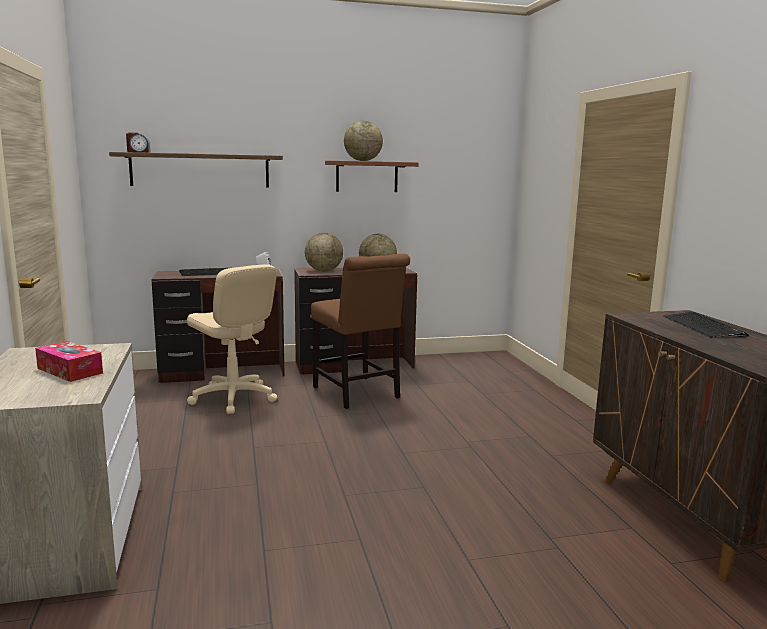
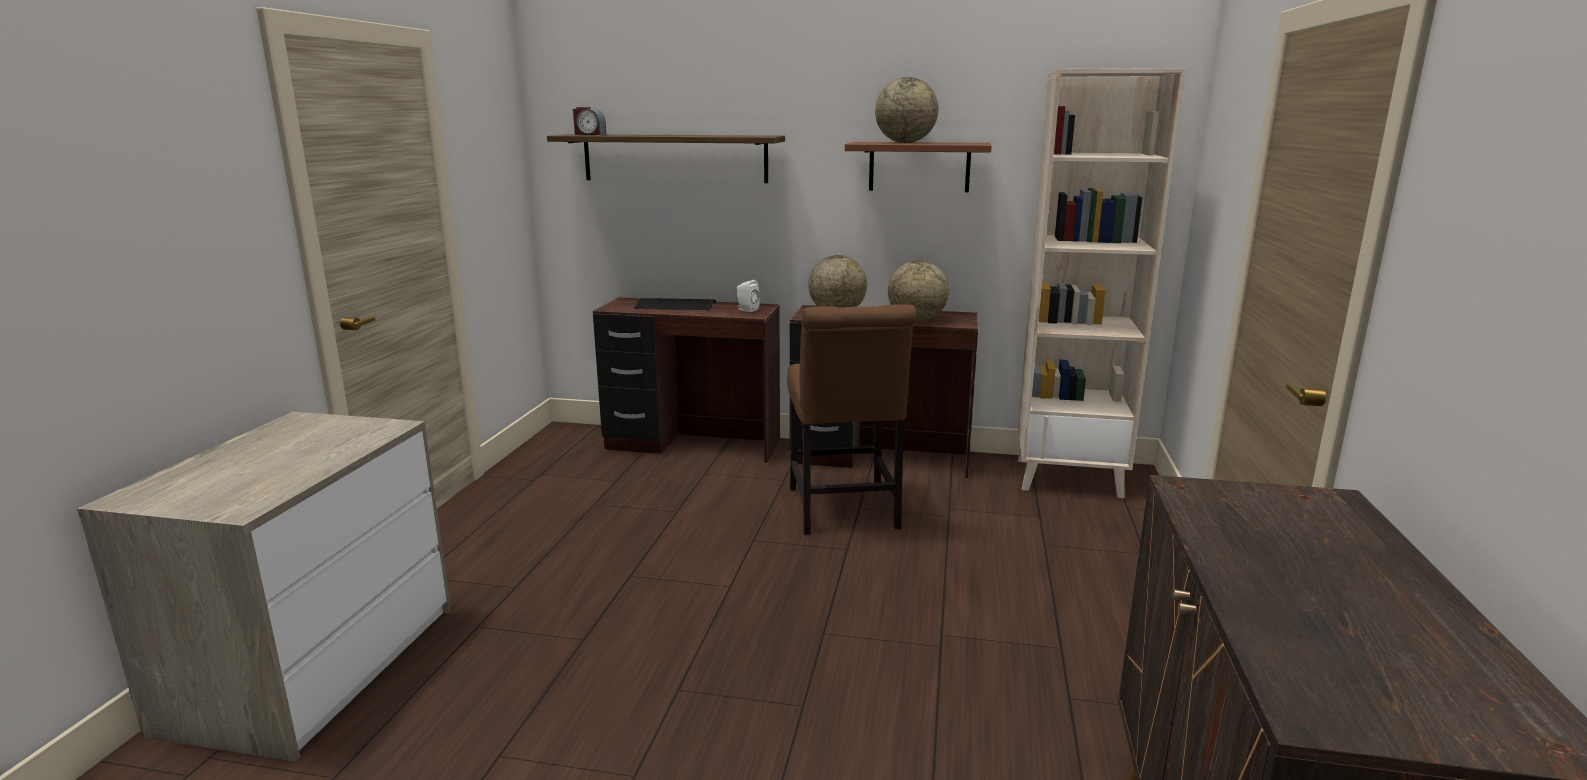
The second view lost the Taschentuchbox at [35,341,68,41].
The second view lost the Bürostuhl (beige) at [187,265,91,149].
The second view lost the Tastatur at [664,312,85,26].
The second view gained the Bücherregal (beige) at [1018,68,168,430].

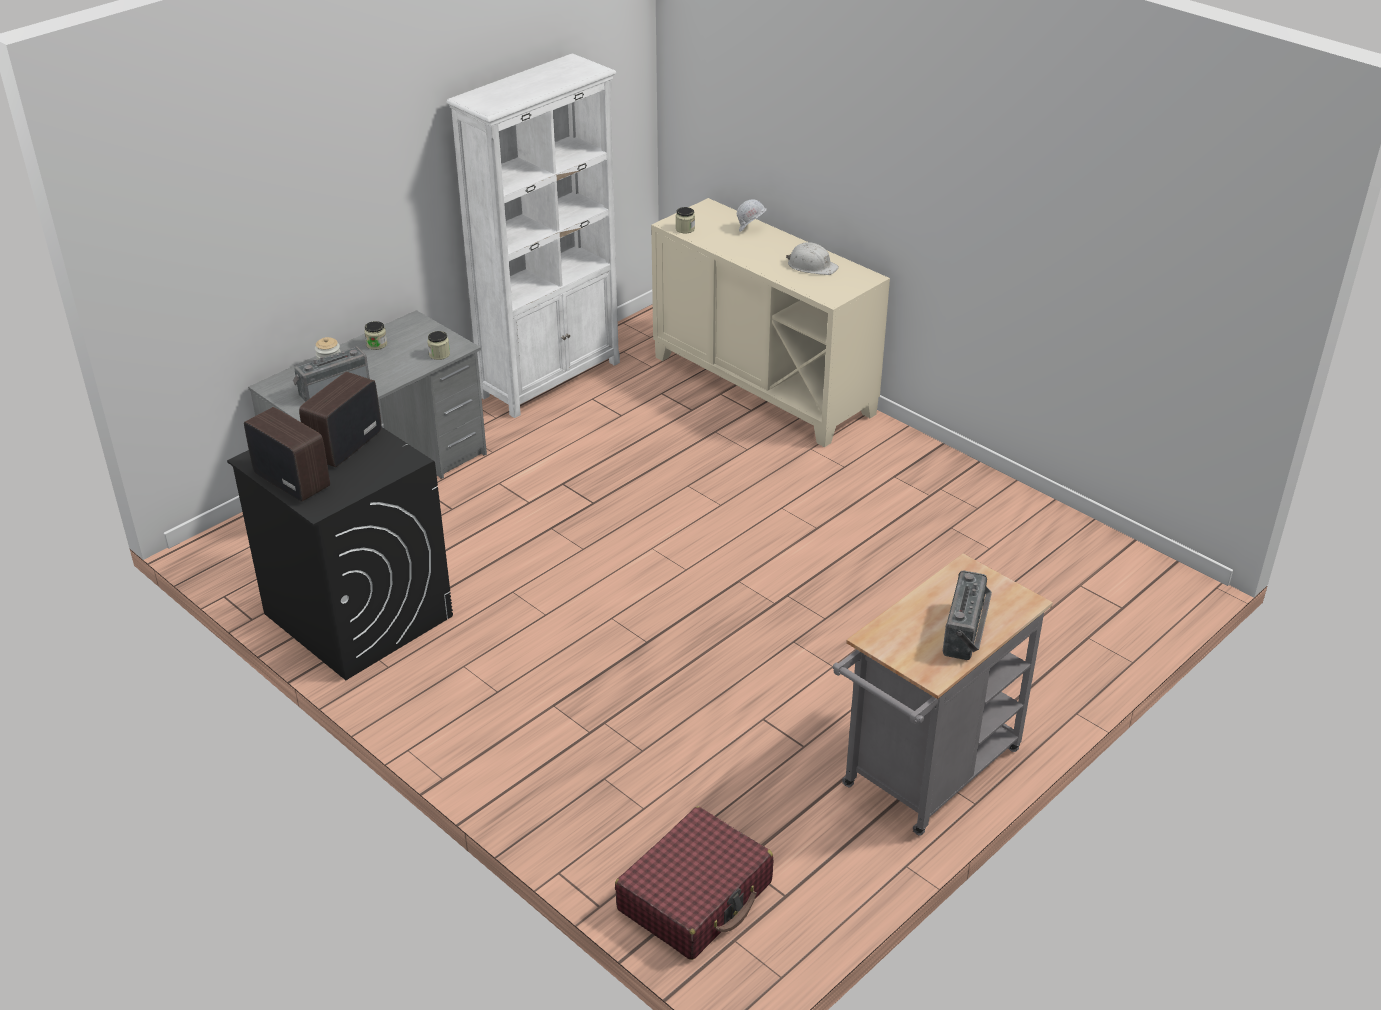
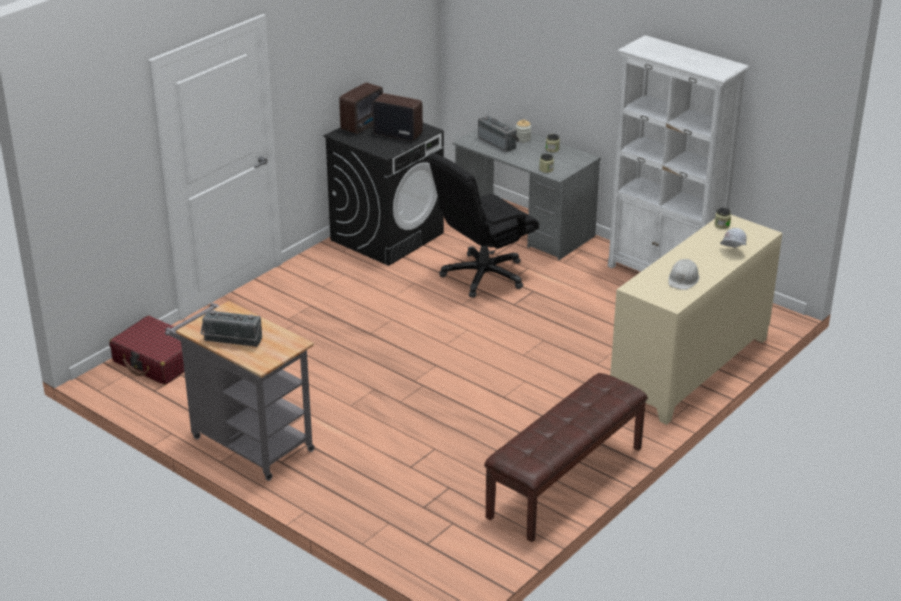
The second view gained the Bürostuhl (schwarz) at [429,153,110,145].
The second view gained the Bank (braun) at [484,373,164,169].

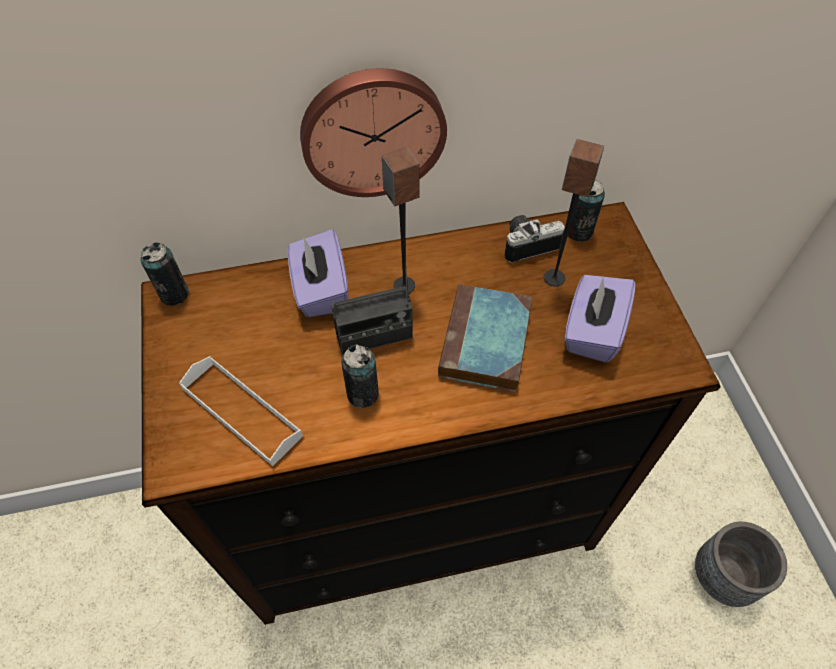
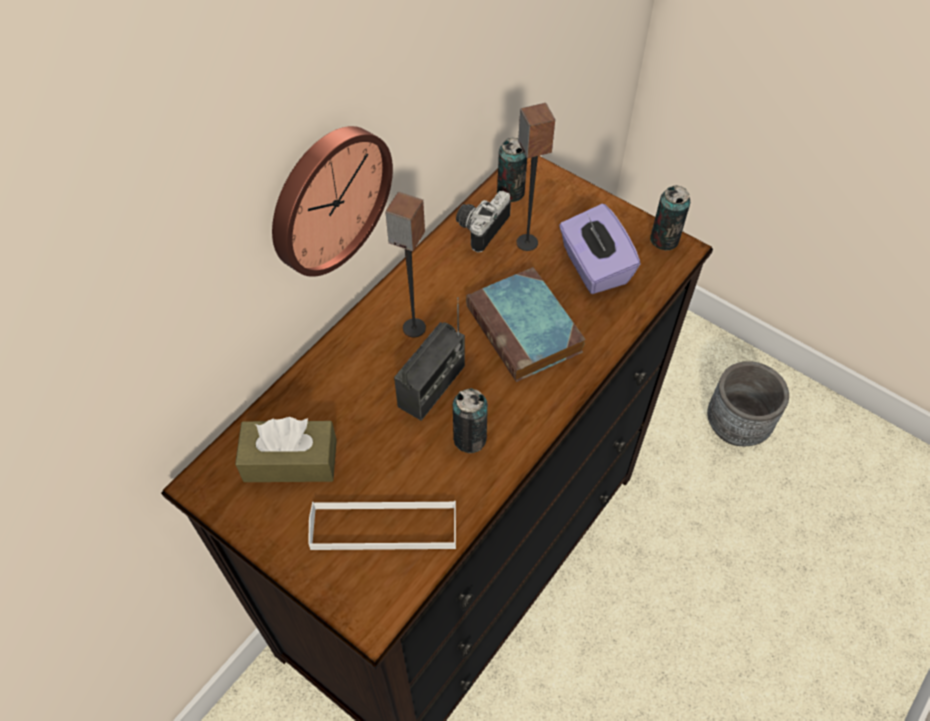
The Dose ended up elsewhere, having gone from [140,242,49,64] to [650,185,40,65].
The second view lost the Taschentuchbox (lila) at [288,229,61,88].
The second view gained the Taschentuchbox (braun) at [235,417,102,65].

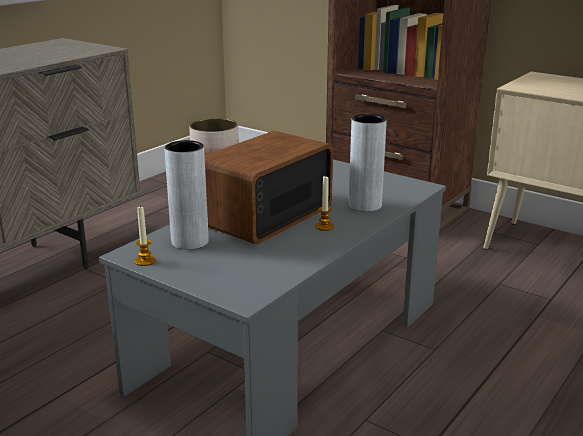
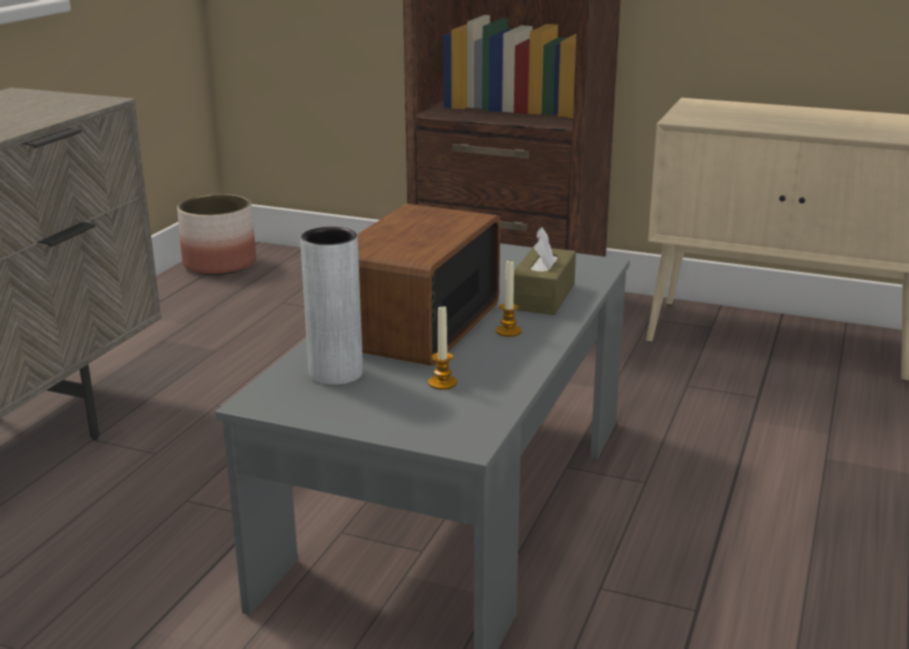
The Kerze ended up elsewhere, having gone from [135,206,21,60] to [428,307,29,83].
Where the Vase (grau) stood at [349,114,38,98], the Taschentuchbox (braun) came to stand at [513,227,63,88].

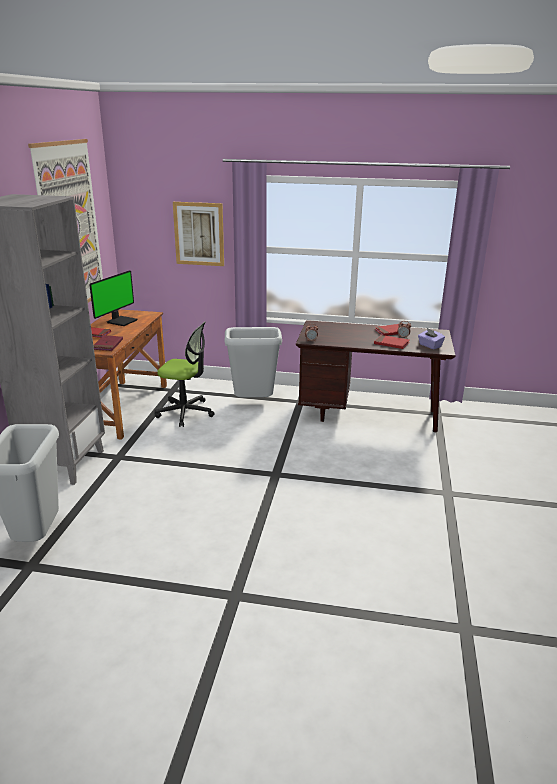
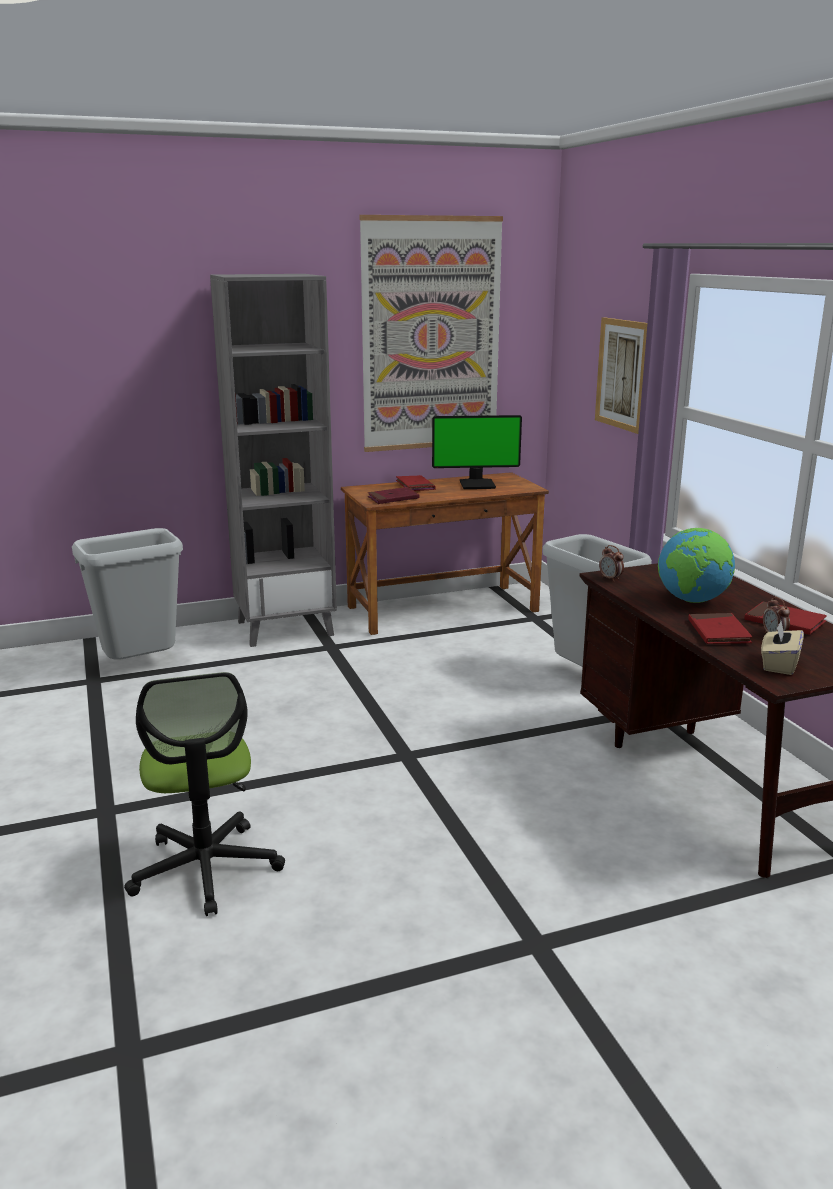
The Bürostuhl ended up elsewhere, having gone from [155,322,60,105] to [124,672,161,244].
What was the Taschentuchbox (lila) at [418,328,27,21] turned into the Taschentuchbox (beige) at [761,621,43,54].
The second view gained the Globus at [658,528,77,75].

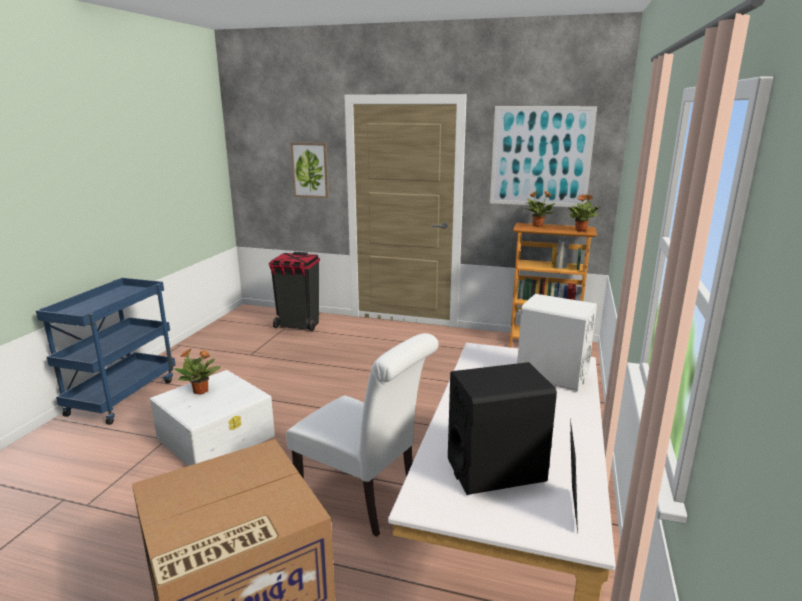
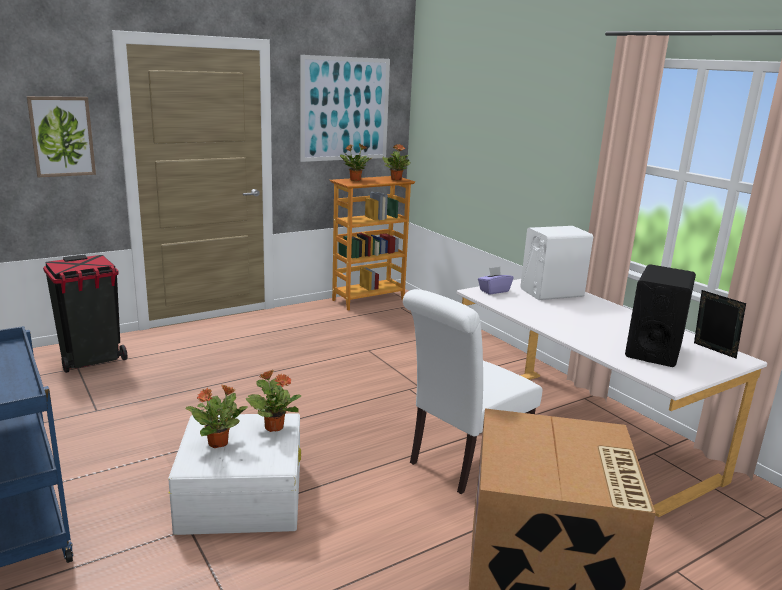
The Stuhl (weiß) at [286,333,153,204] ended up facing another way, 150 degrees clockwise from before.
The second view gained the Topfpflanze at [246,370,55,62].
The second view gained the Taschentuchbox (lila) at [478,267,35,27].

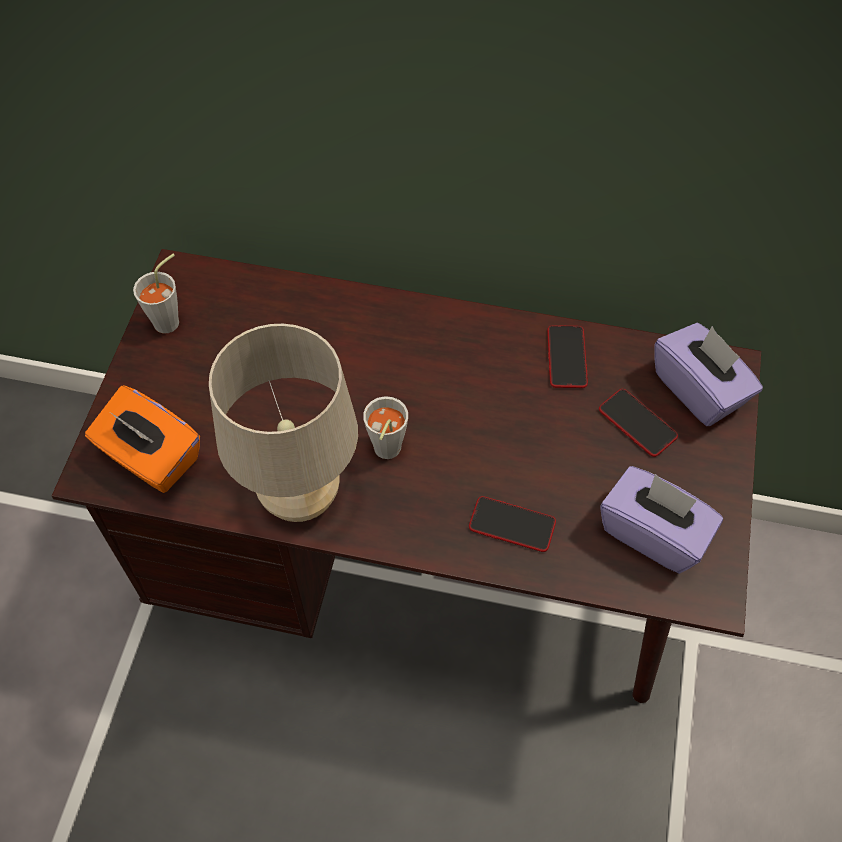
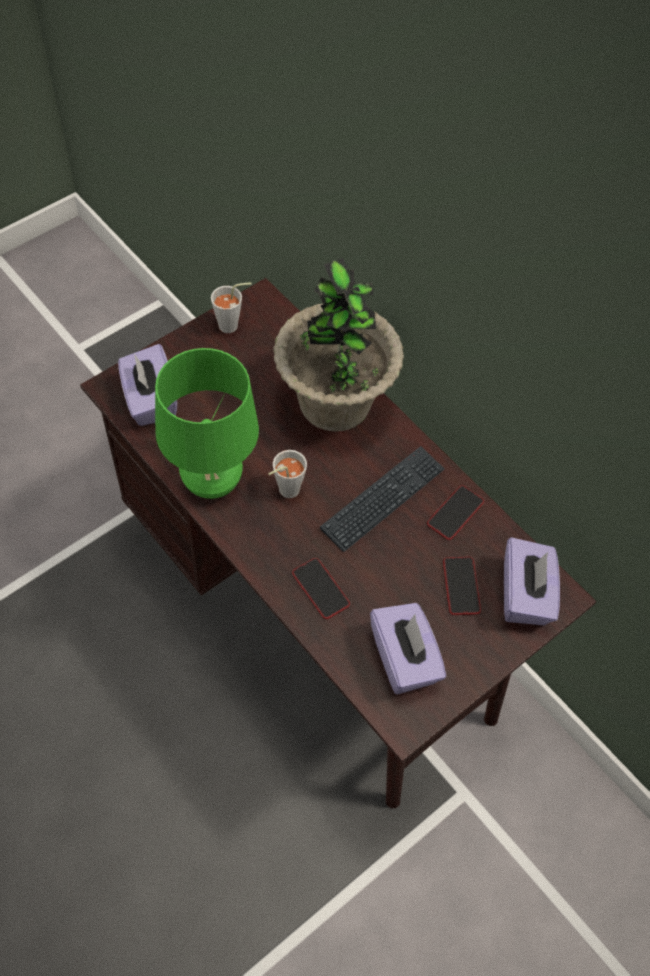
What was the Taschentuchbox (orange) at [85,385,115,108] turned into the Taschentuchbox (lila) at [118,344,59,82].
What was the Tischlampe (beige) at [209,324,149,198] turned into the Tischlampe (grün) at [155,348,104,151].
The second view gained the Topfpflanze at [273,258,131,174].
The second view gained the Tastatur at [320,446,125,106].

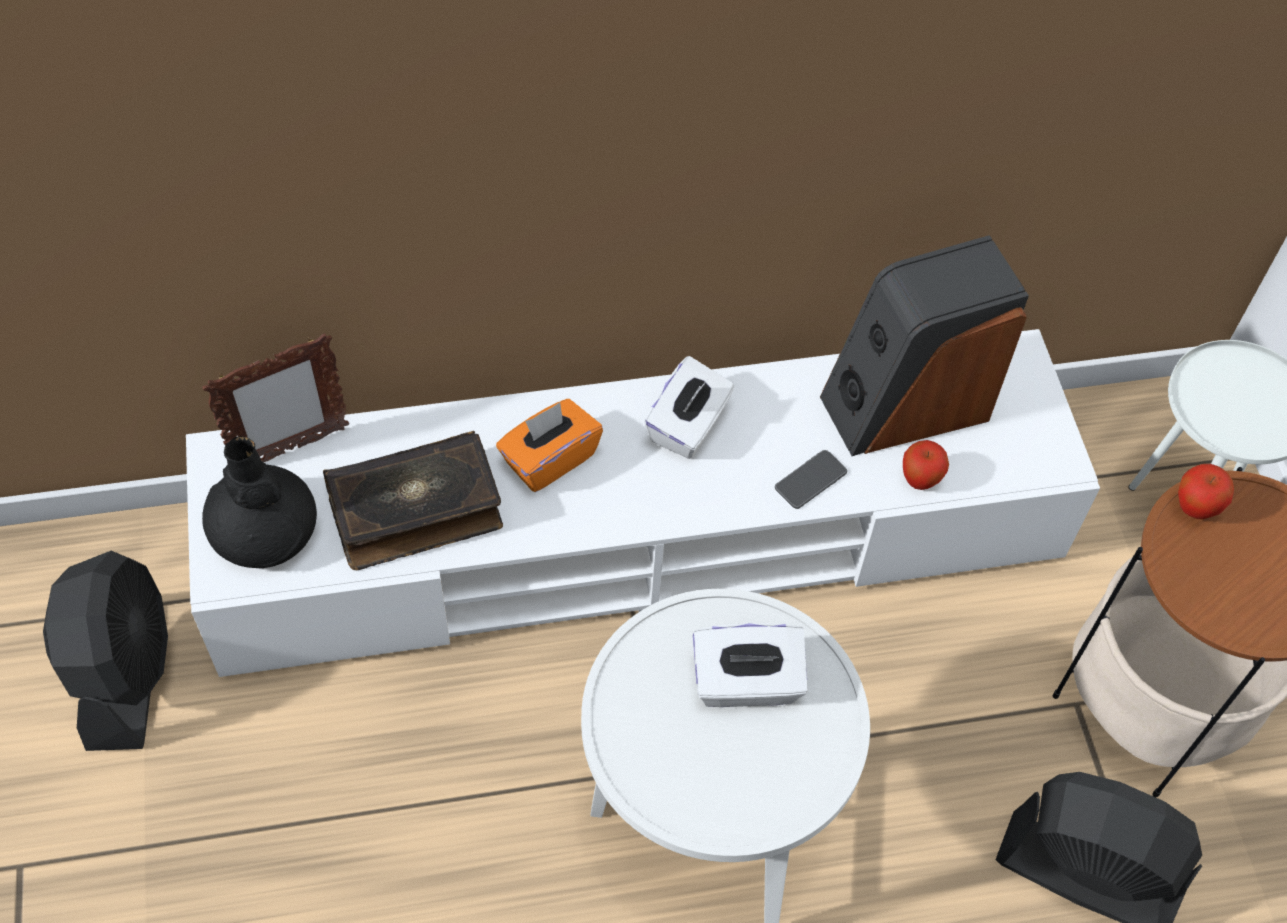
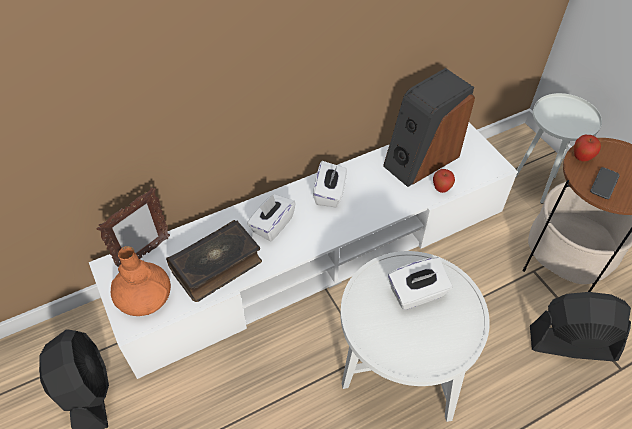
What was the Vase (schwarz) at [202,436,115,132] turned into the Vase (orange) at [111,246,60,70].
What was the Taschentuchbox (orange) at [496,399,107,93] turned into the Taschentuchbox (weiß) at [247,194,49,48].
The Handy ended up elsewhere, having gone from [775,450,72,59] to [590,167,30,32].

